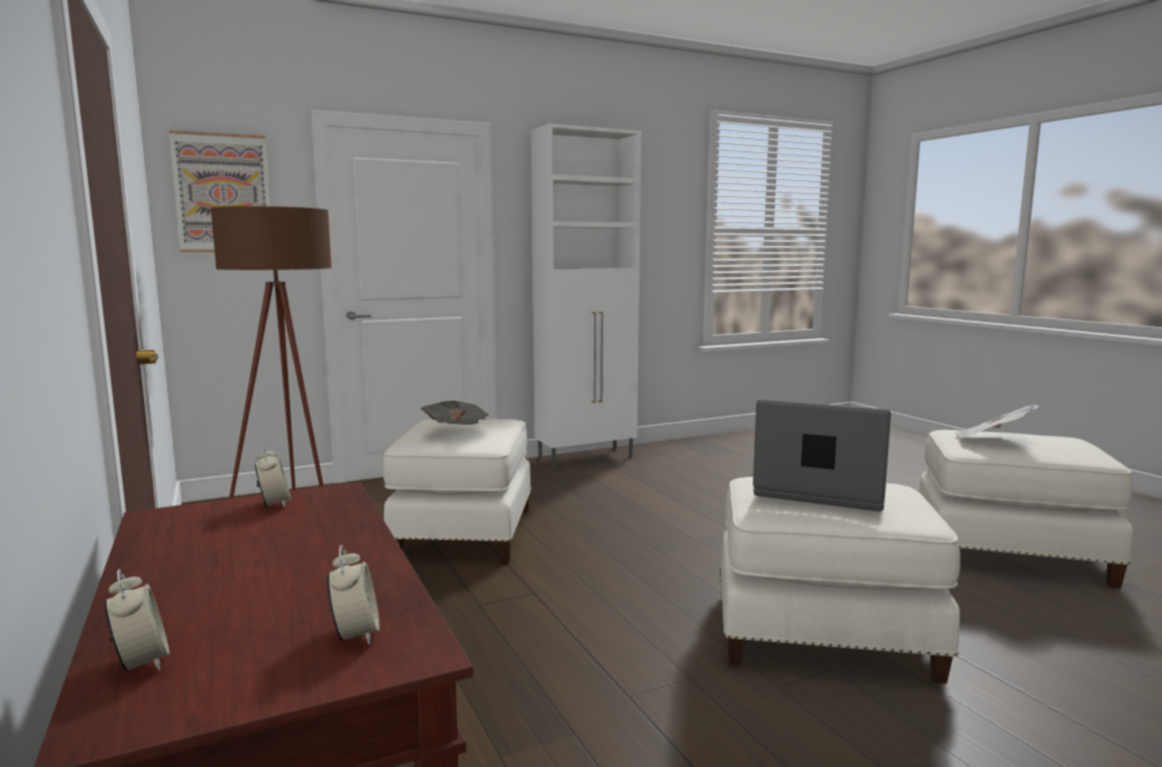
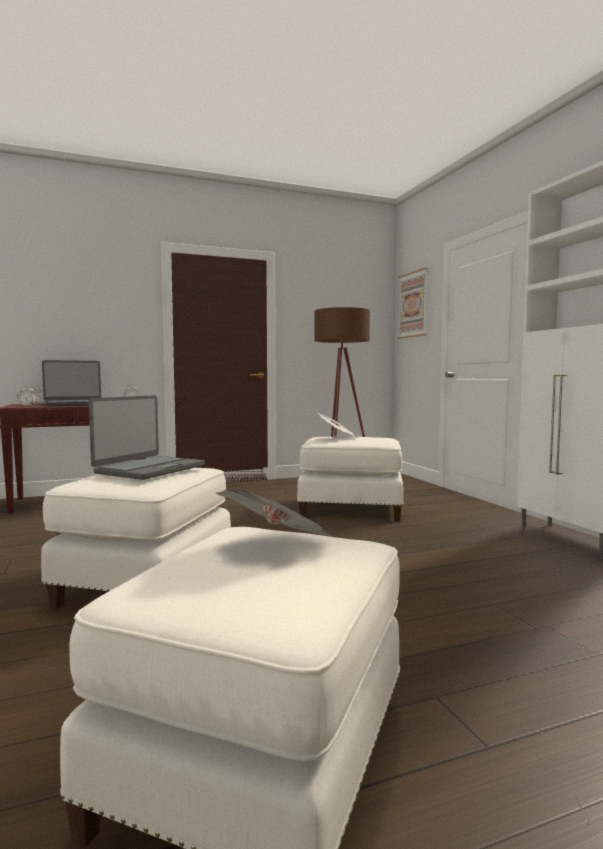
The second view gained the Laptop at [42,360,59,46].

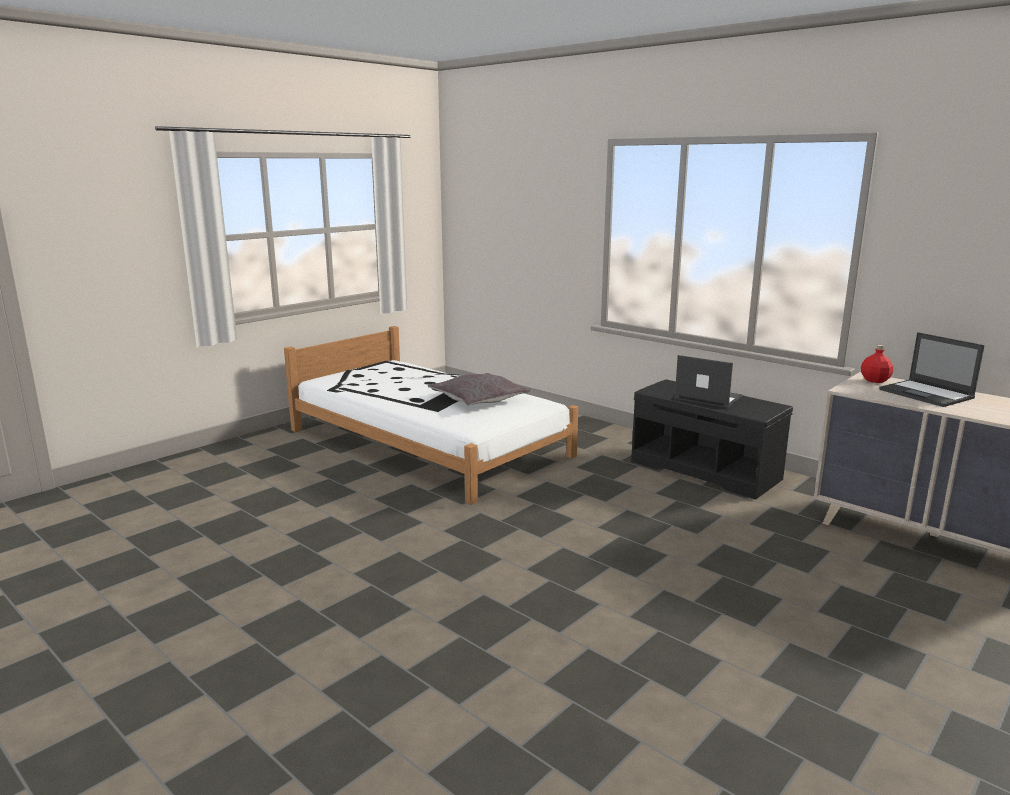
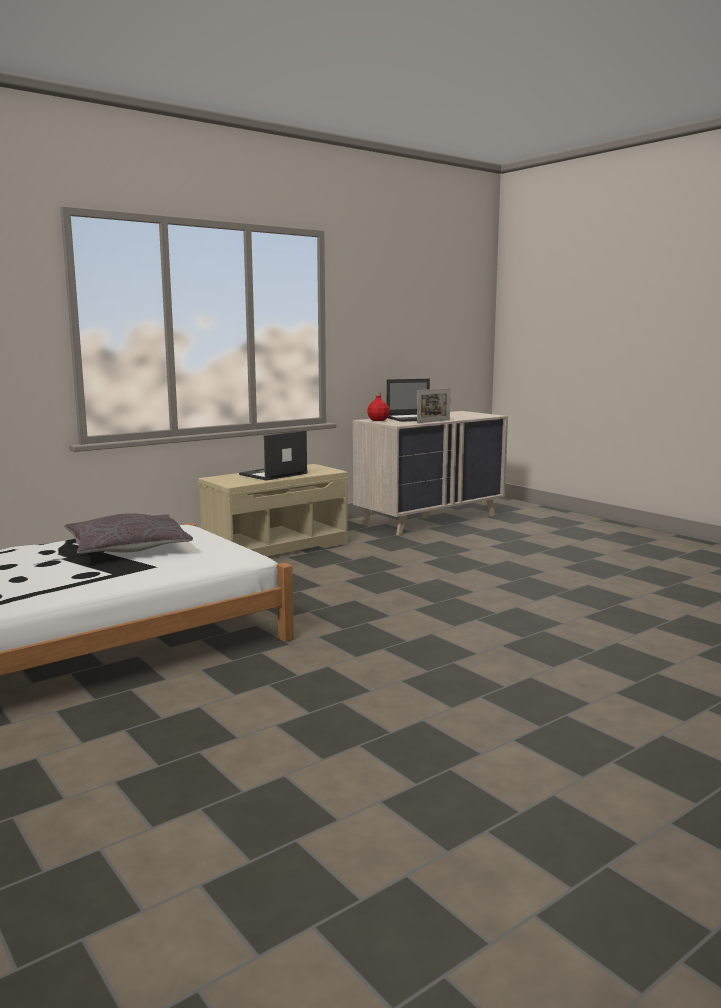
What was the Bank (schwarz) at [631,380,162,120] turned into the Bank (beige) at [198,464,150,93].
The second view gained the Bilderrahmen at [417,388,34,35].

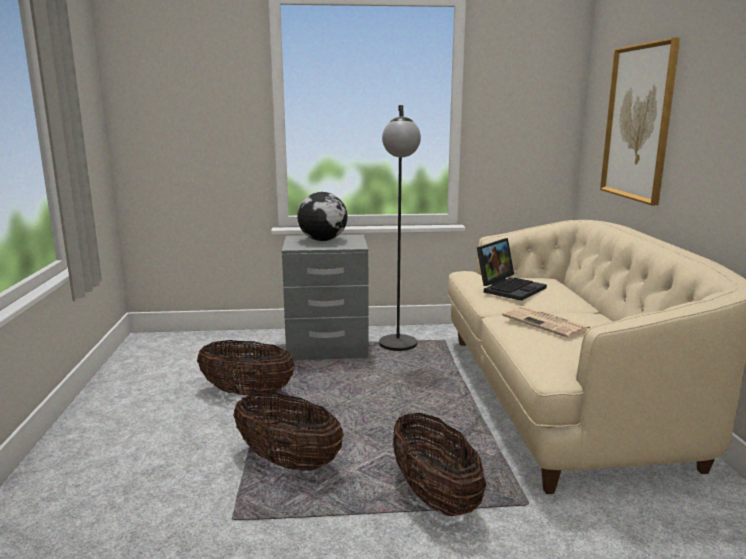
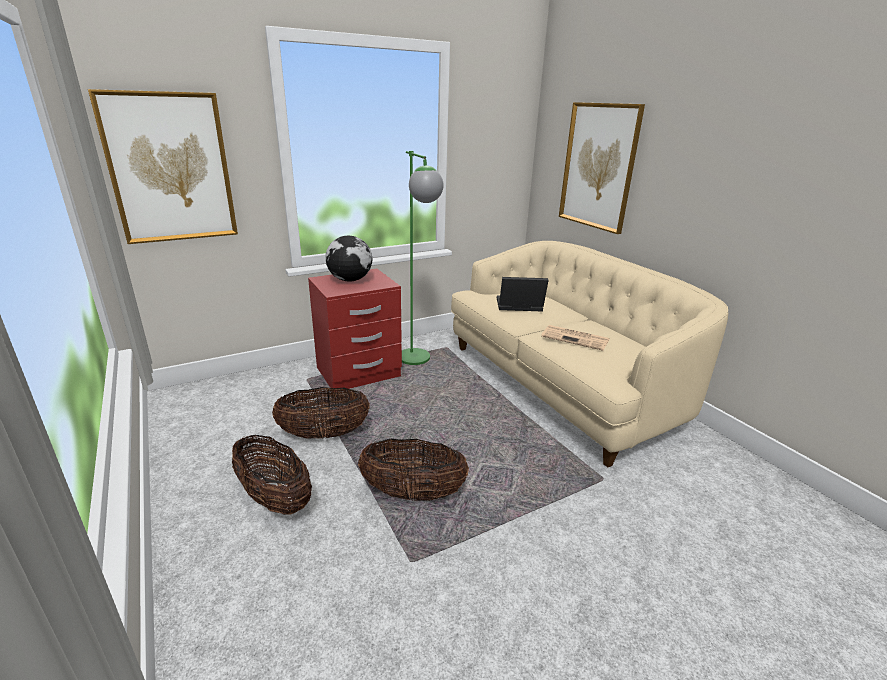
What was the Nachttisch (grau) at [282,235,87,125] turned into the Nachttisch (rot) at [308,268,94,124].
What was the Stehlampe (schwarz) at [379,105,42,246] turned into the Stehlampe (grün) at [402,151,41,214].
The Korb ended up elsewhere, having gone from [393,413,93,103] to [232,435,80,80].
The Laptop at [477,238,70,63] ended up facing another way, 105 degrees counterclockwise from before.
The second view gained the Bild at [88,89,150,155].

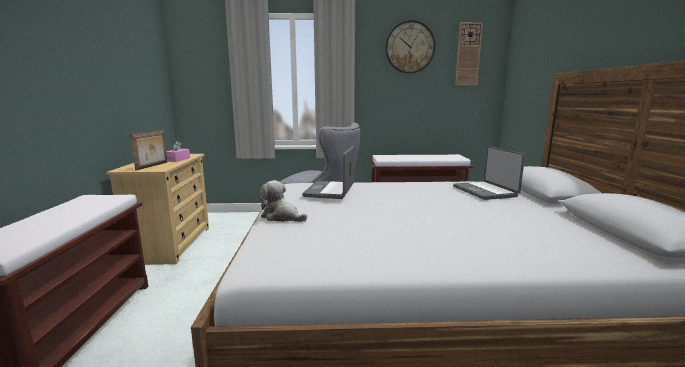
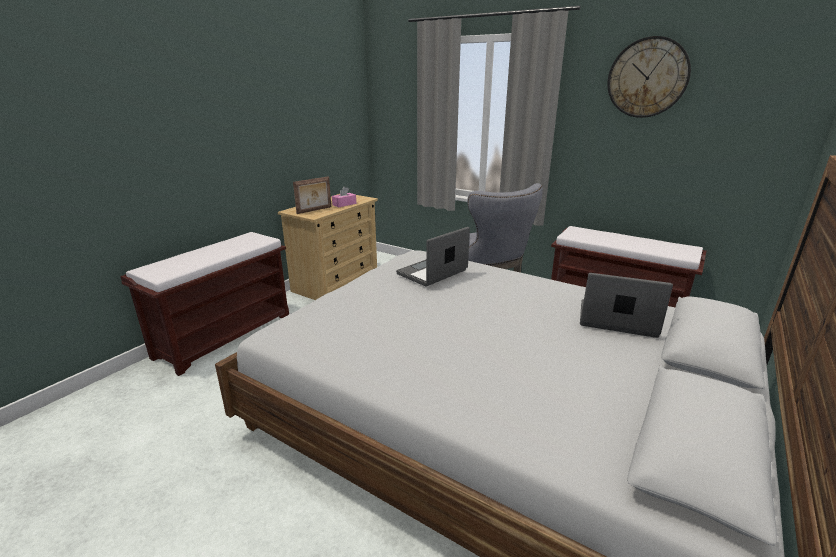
The second view lost the Plüschtier at [259,180,48,42].
The Laptop at [453,146,72,54] ended up facing another way, 90 degrees clockwise from before.
The second view lost the Wanduhr at [455,22,28,63].

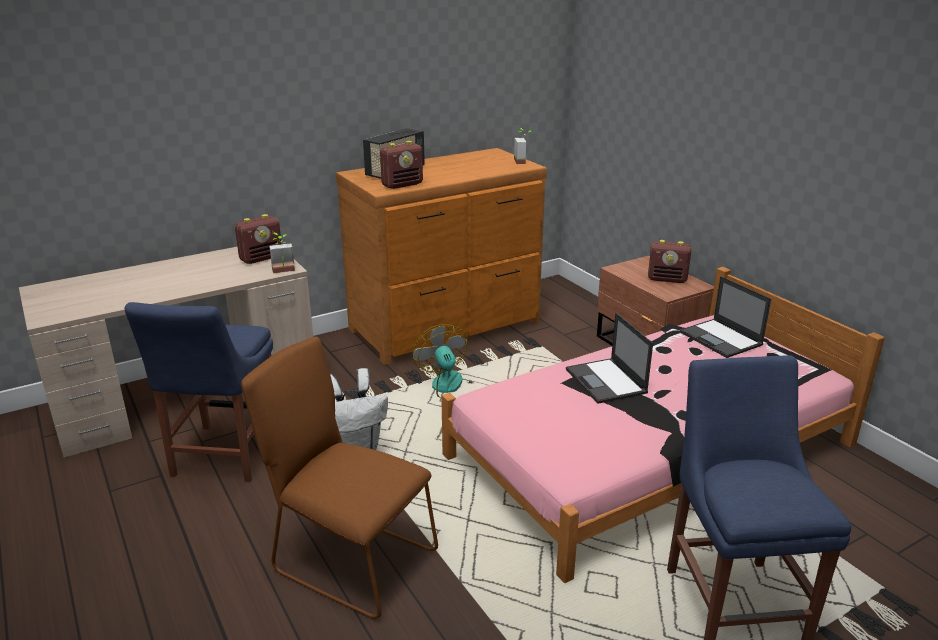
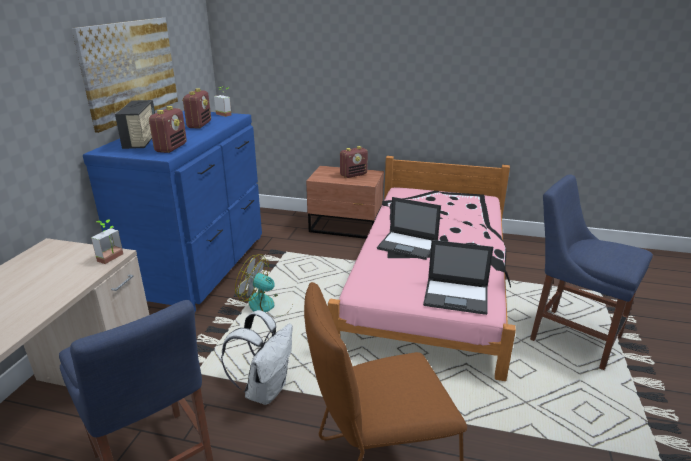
The Radio ended up elsewhere, having gone from [235,214,47,50] to [182,88,29,40].
What was the Kommode (braun) at [336,148,211,217] turned into the Kommode (blau) at [83,111,179,201].
The Laptop ended up elsewhere, having gone from [680,276,91,82] to [423,240,70,75].
The second view gained the Bild at [71,17,107,116].

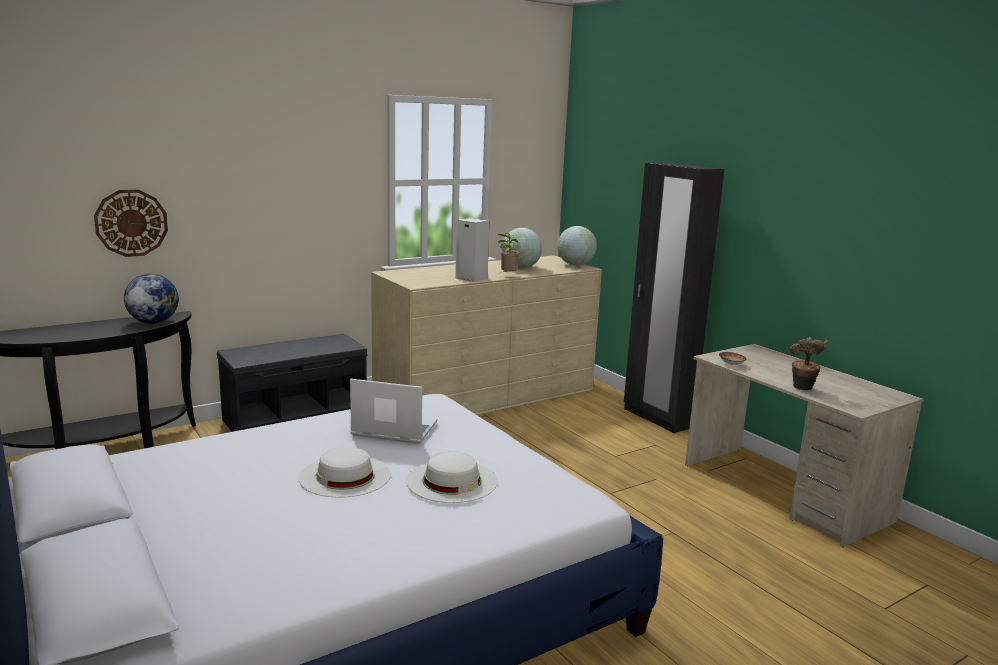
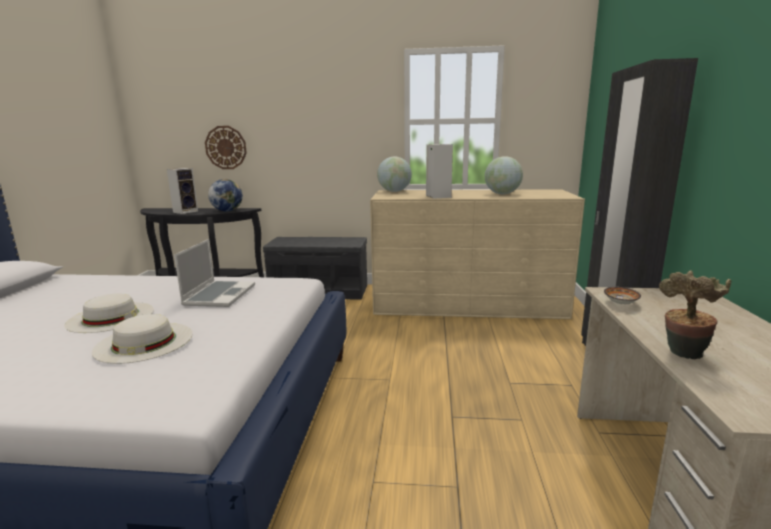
The Laptop at [350,379,87,65] ended up facing another way, 45 degrees clockwise from before.
The second view lost the Topfpflanze at [498,233,21,40].
The Globus ended up elsewhere, having gone from [557,226,40,40] to [377,156,35,36].
The second view gained the Lautsprecher at [167,168,31,46].

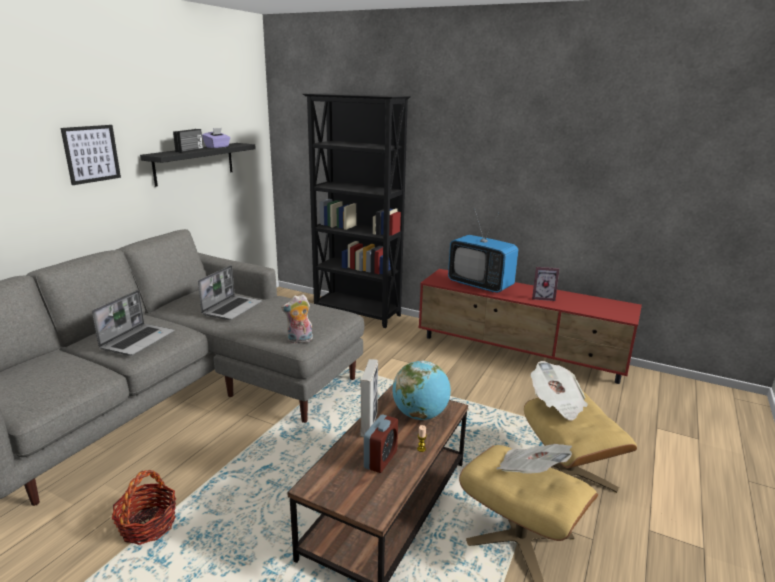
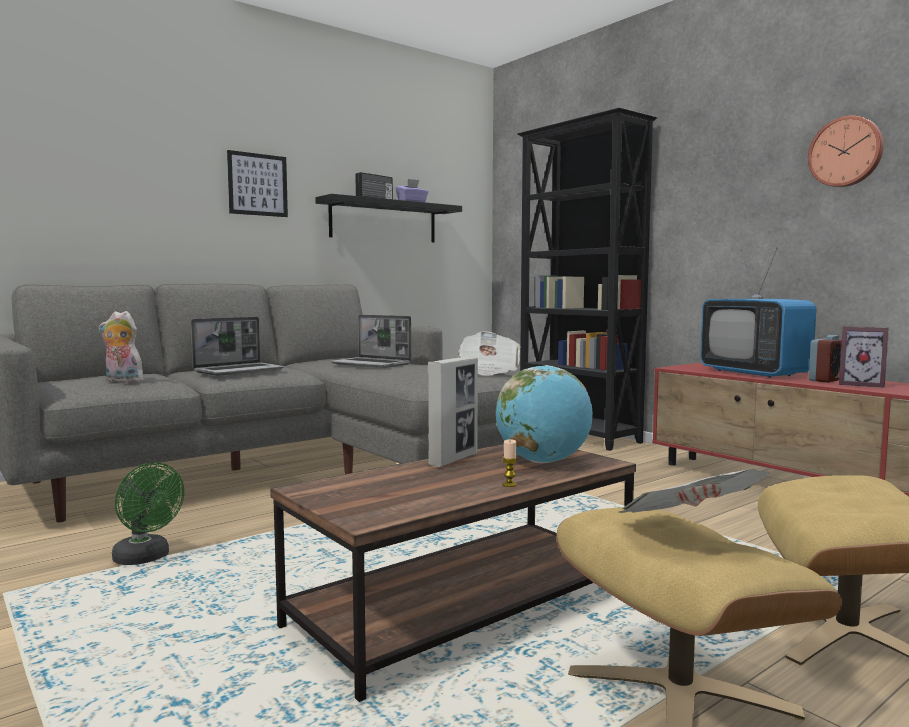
Where the Korb stood at [112,470,64,75], the Ventilator (grün) came to stand at [112,462,72,103].
The Laptop at [198,265,64,55] ended up facing another way, 75 degrees clockwise from before.
The Plüschtier ended up elsewhere, having gone from [281,294,32,50] to [99,311,45,72].
The Wecker ended up elsewhere, having gone from [364,414,34,59] to [809,335,33,48].
The Zeitung ended up elsewhere, having gone from [530,361,58,60] to [458,331,62,45].
The second view gained the Wanduhr at [808,116,76,71].

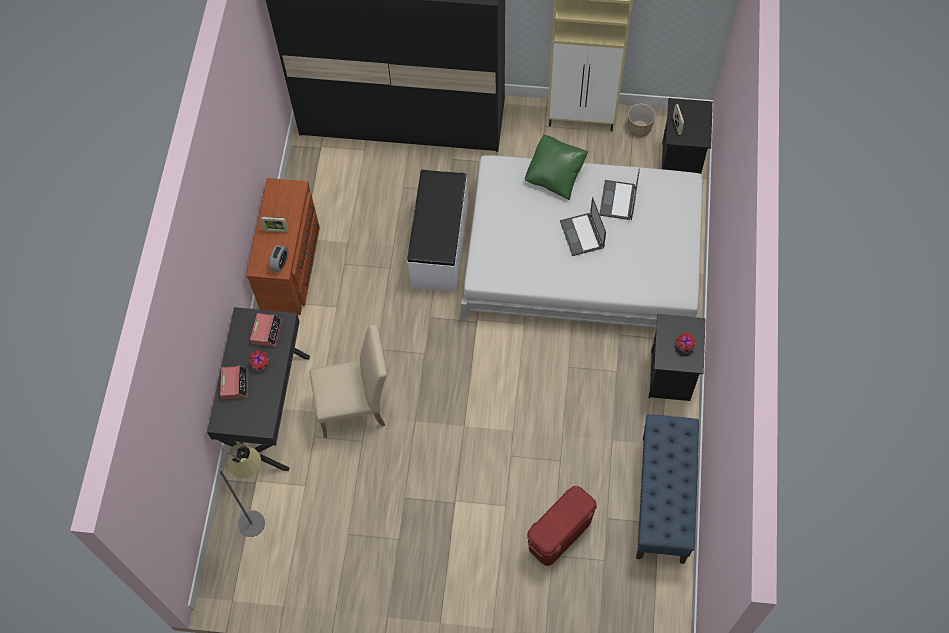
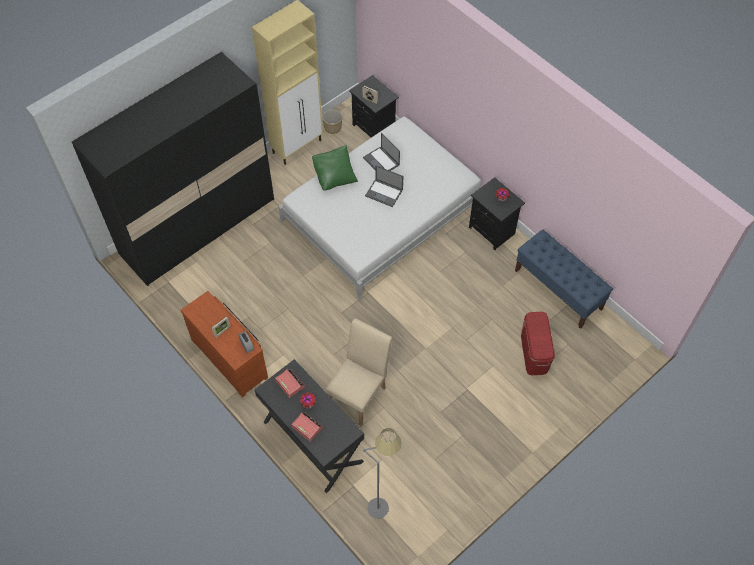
The second view lost the Bank (weiß) at [407,170,61,122].

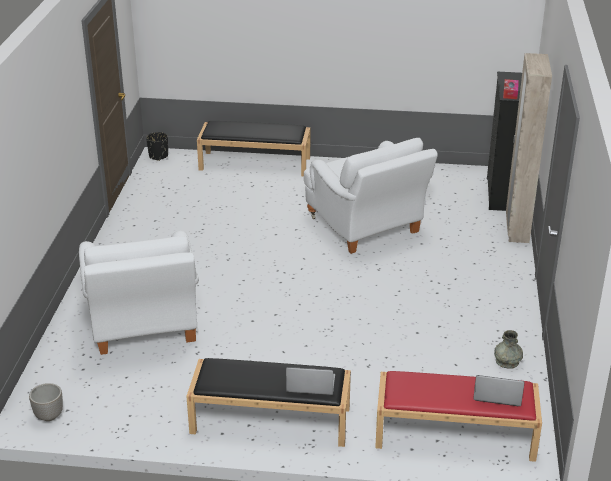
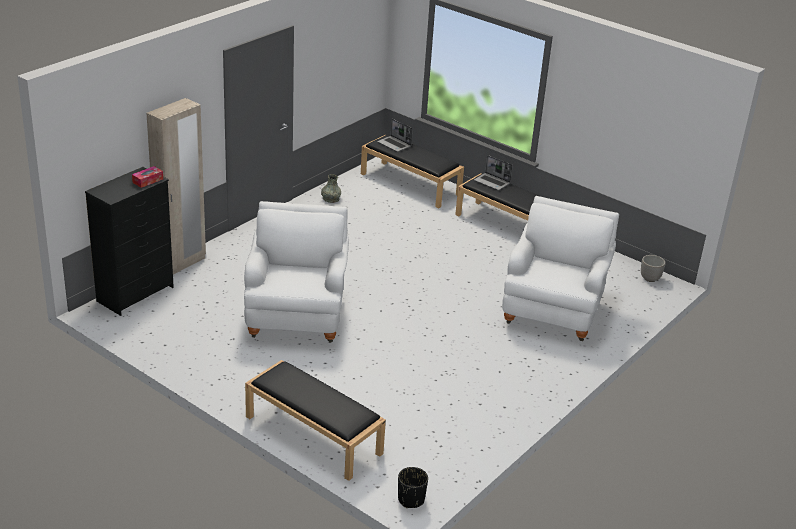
What was the Bank (rot) at [375,371,167,91] turned into the Bank (schwarz) at [361,135,103,73].

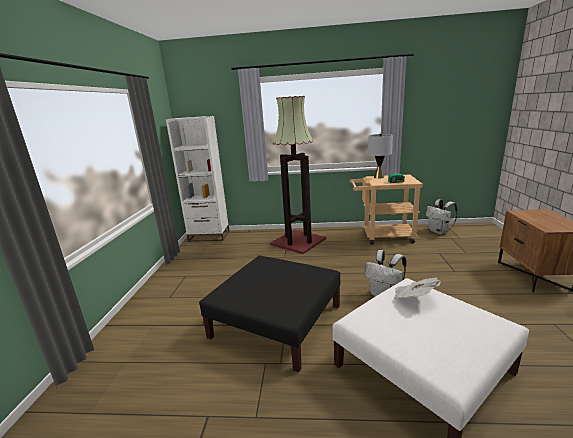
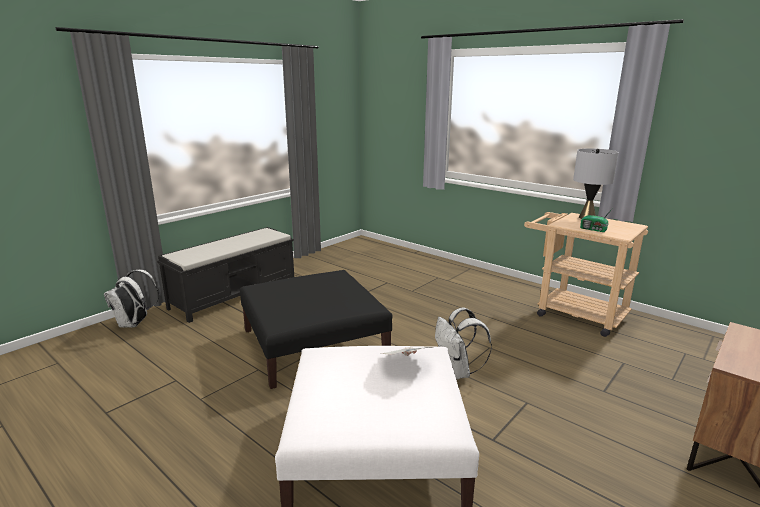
The second view lost the Bücherregal (weiß) at [166,116,63,126].
The second view lost the Stehlampe at [270,96,56,158].
The Rucksack (weiß) ended up elsewhere, having gone from [426,199,32,35] to [104,270,55,58].
The second view gained the Bank (schwarz) at [157,227,137,96].

